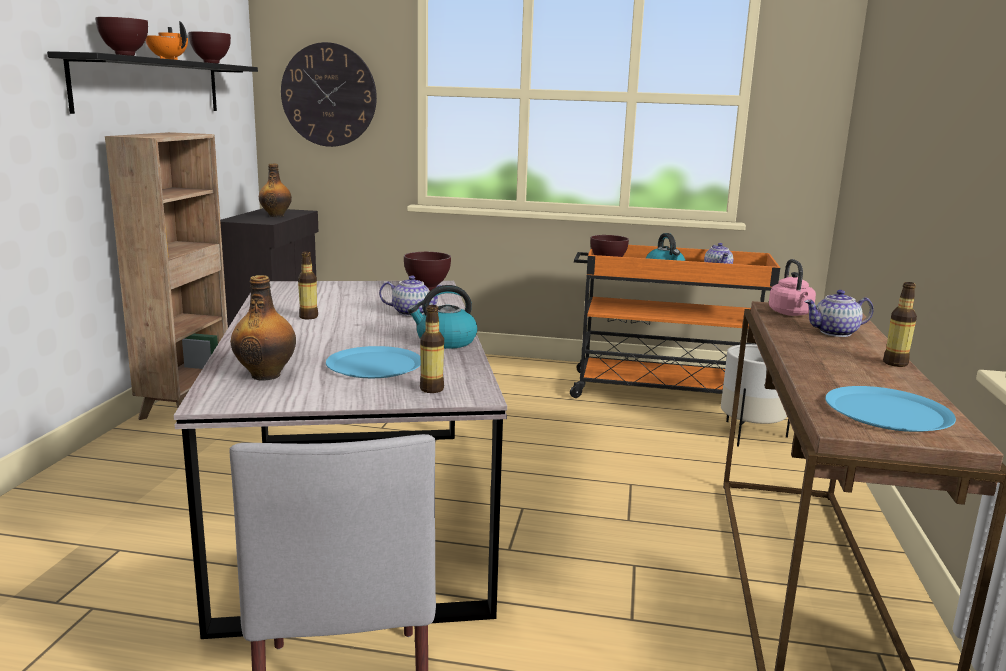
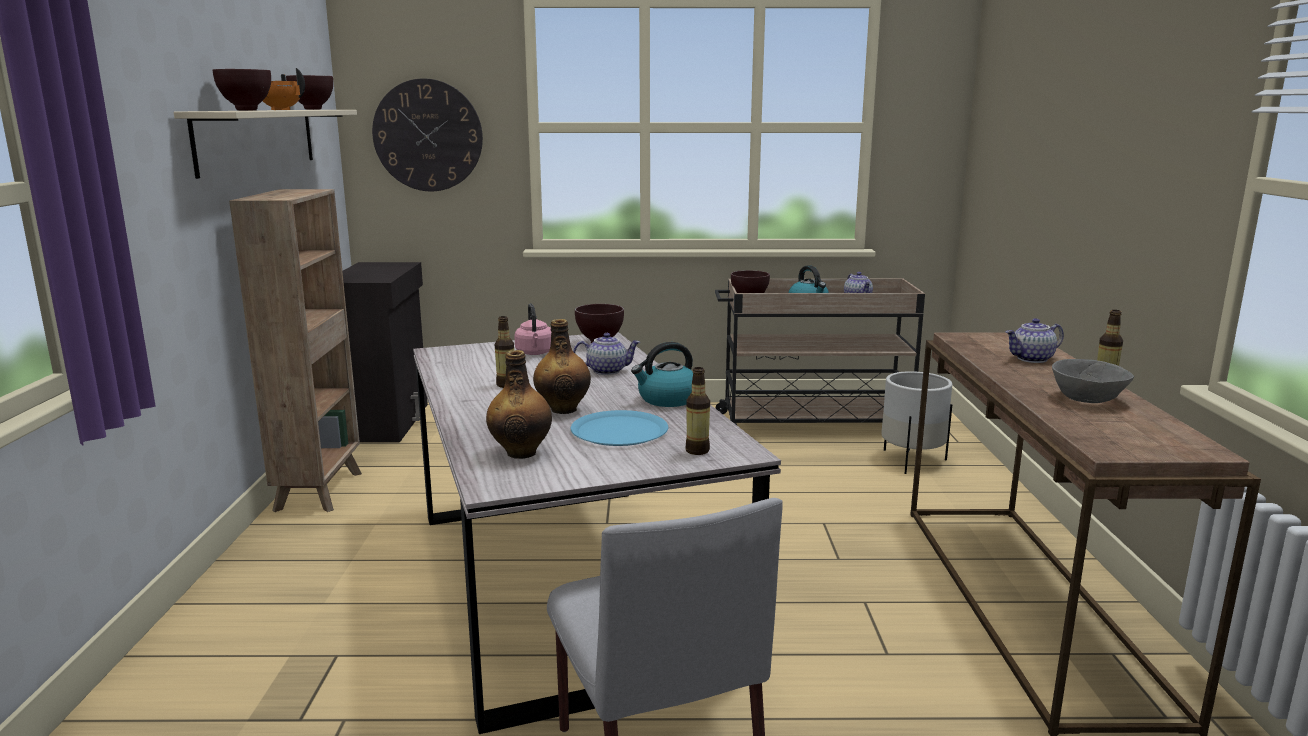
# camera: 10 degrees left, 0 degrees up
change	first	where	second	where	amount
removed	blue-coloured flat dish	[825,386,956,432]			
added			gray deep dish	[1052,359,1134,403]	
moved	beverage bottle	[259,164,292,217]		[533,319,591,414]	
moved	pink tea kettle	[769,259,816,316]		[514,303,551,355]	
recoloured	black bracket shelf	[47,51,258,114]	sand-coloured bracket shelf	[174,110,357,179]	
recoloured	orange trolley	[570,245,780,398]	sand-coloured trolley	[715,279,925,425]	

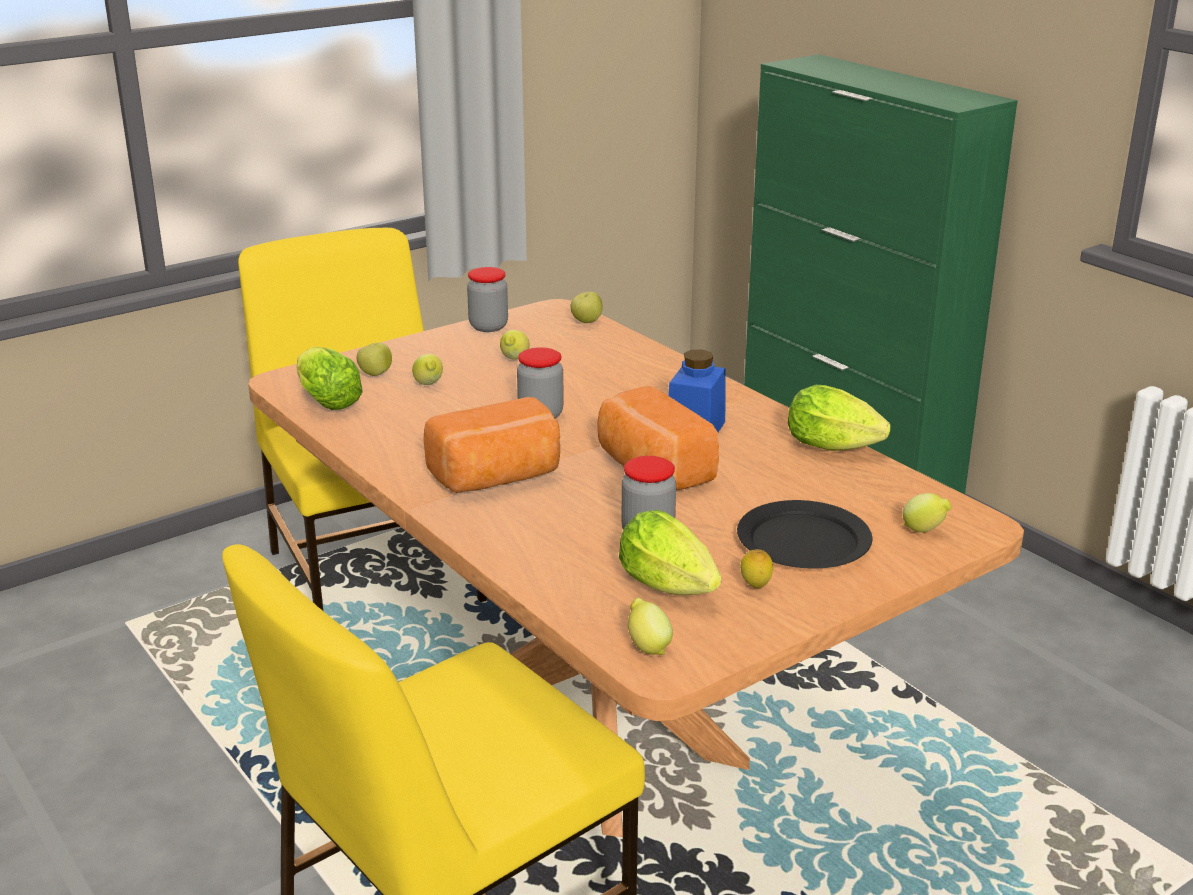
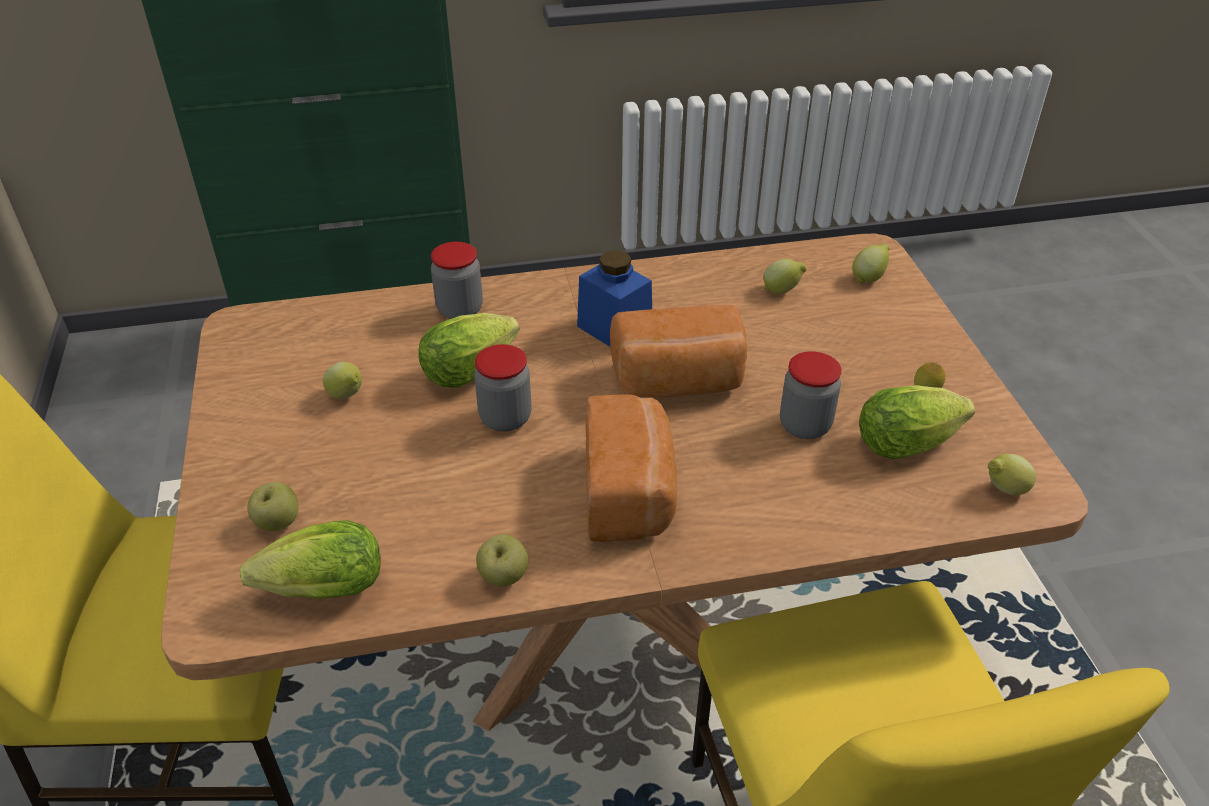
# camera: 65 degrees left, 15 degrees up
change	first	where	second	where	amount
removed	black flat dish	[737,500,872,568]			
moved	whole lemon	[412,354,443,385]		[763,259,807,294]	
moved	jar	[467,267,508,332]		[431,242,483,319]	
moved	whole apple	[571,292,603,323]		[476,534,528,586]	
moved	lettuce head	[788,385,890,451]		[418,313,520,388]	

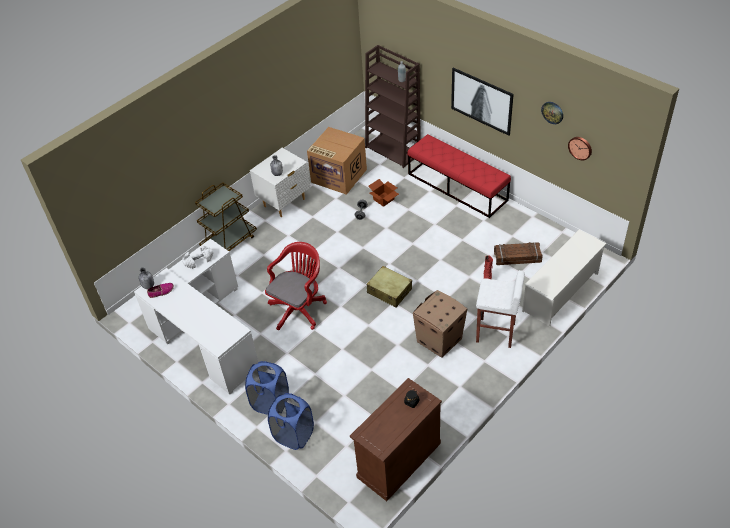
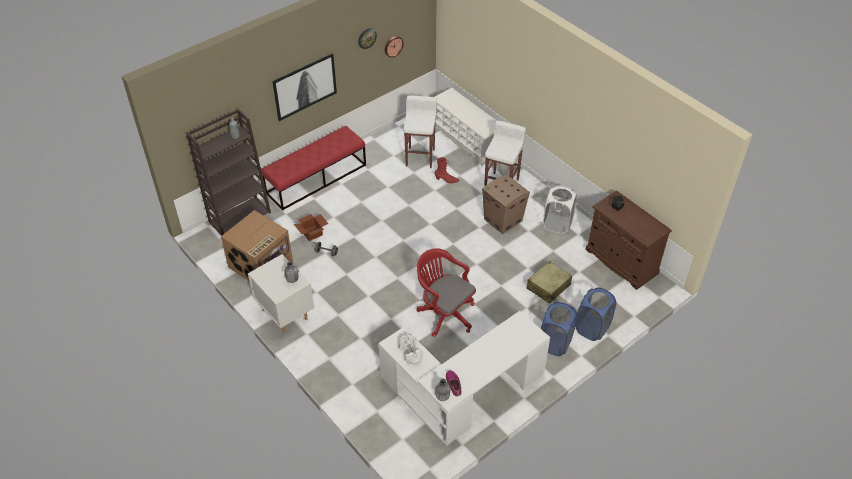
# camera: 85 degrees left, 0 degrees up
change	first	where	second	where	amount
removed	brown trolley	[195,183,257,251]			
added			white-coloured washing basket	[543,185,577,234]	
moved	sand-coloured piece of luggage	[367,266,412,308]		[527,261,572,304]	
replaced	shipping crate	[494,242,543,265]	white-coloured stool seat	[403,96,437,168]	

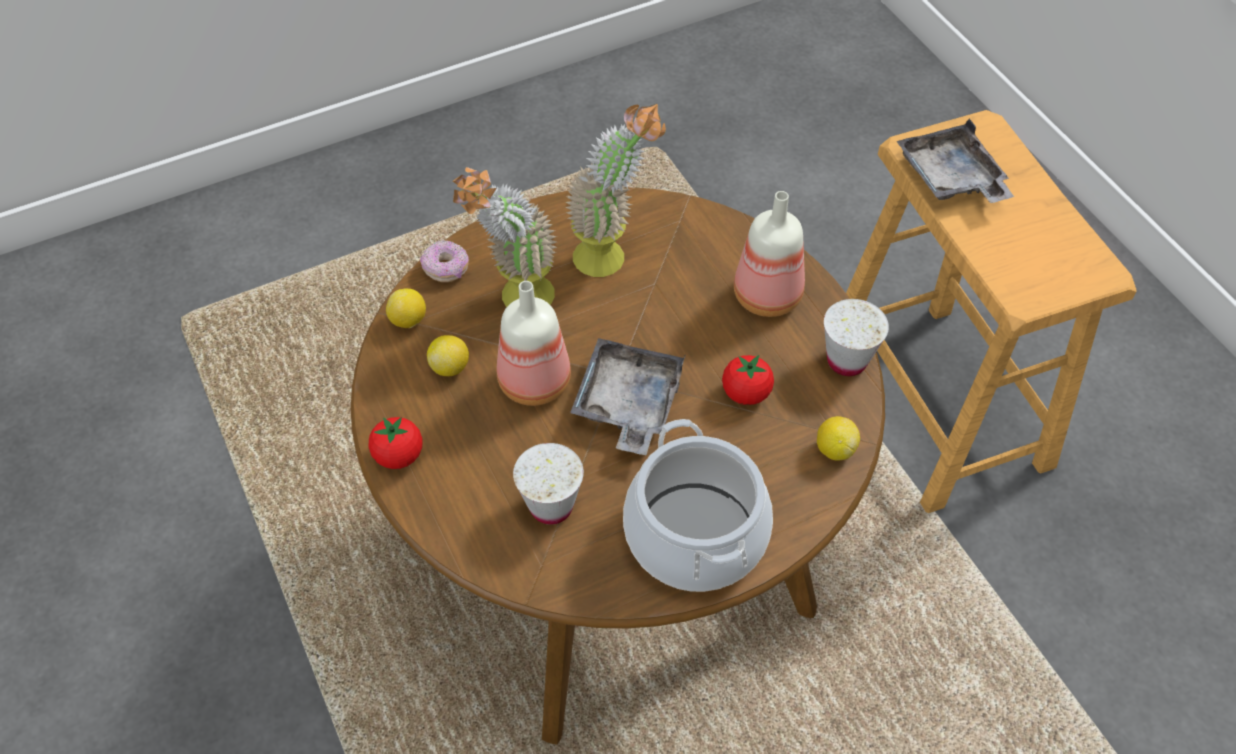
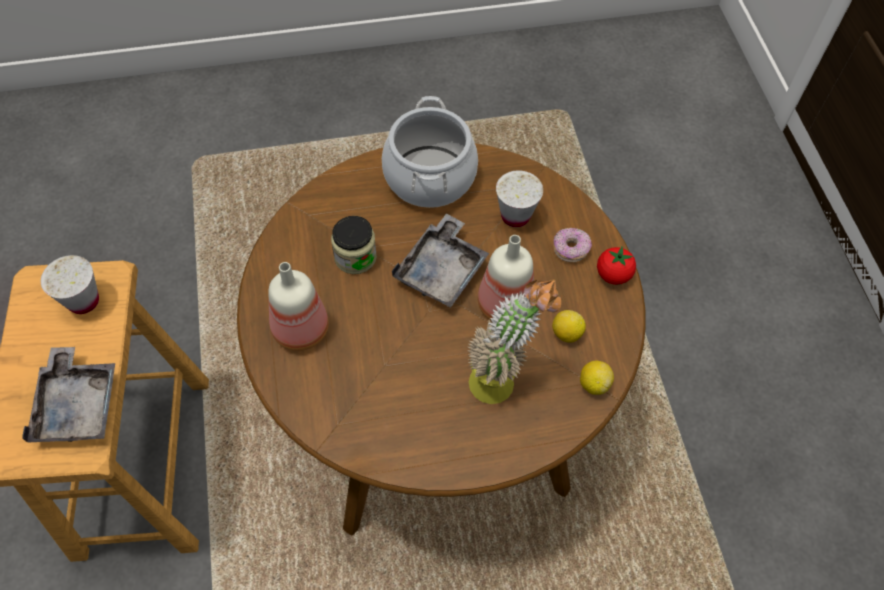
# camera: 165 degrees left, 5 degrees up
change	first	where	second	where	amount
removed	potted plant	[565,104,666,277]			
removed	whole lemon	[817,416,860,461]			
moved	doughnut	[420,240,469,282]		[553,228,592,262]	
moved	white-coloured cup	[824,299,889,376]		[41,255,99,314]	
replaced	tomato	[722,355,774,405]	jar	[331,216,377,274]	

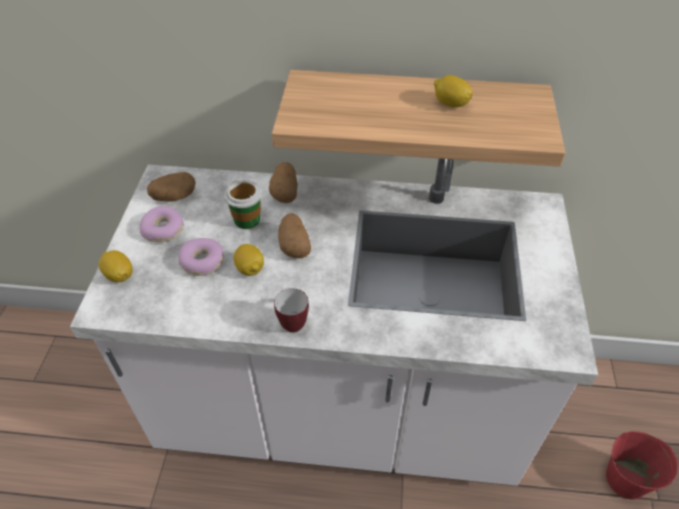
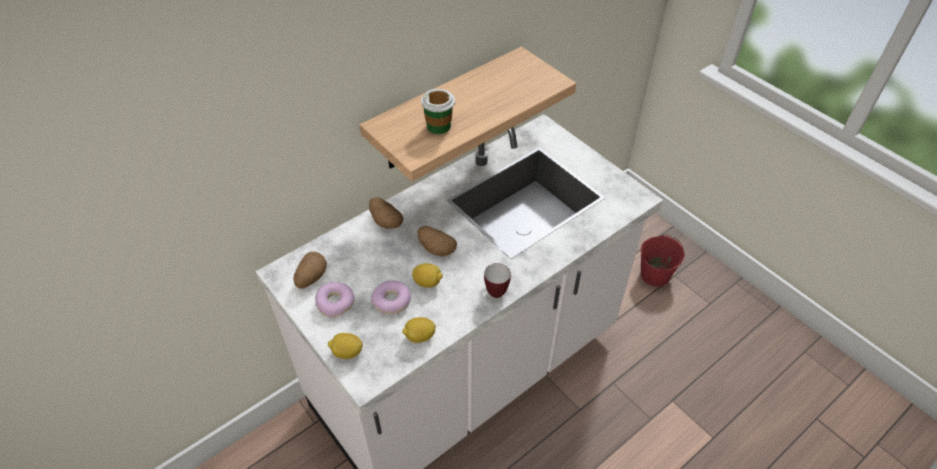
# camera: 45 degrees left, 0 degrees up
change	first	where	second	where	amount
moved	cup	[224,180,262,229]		[421,89,455,134]	
moved	whole lemon	[434,75,473,108]		[402,317,436,343]	

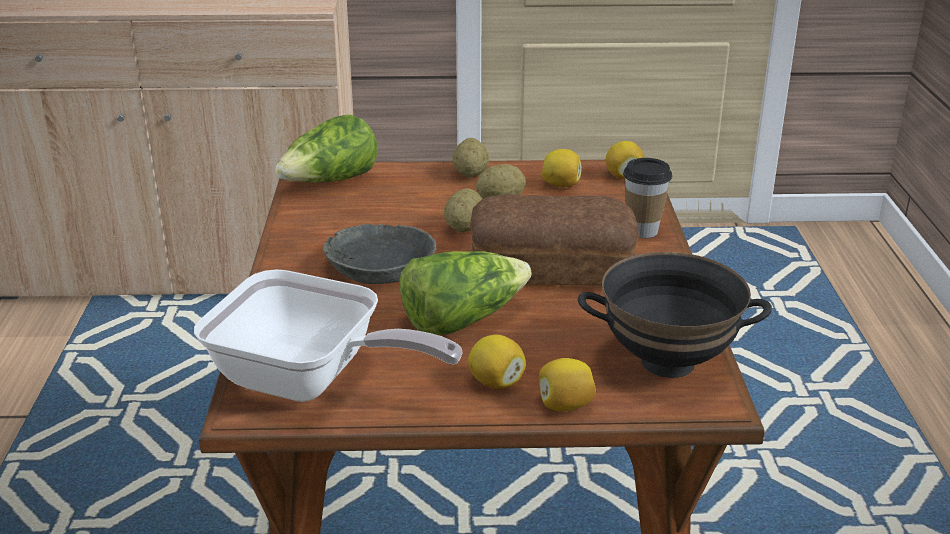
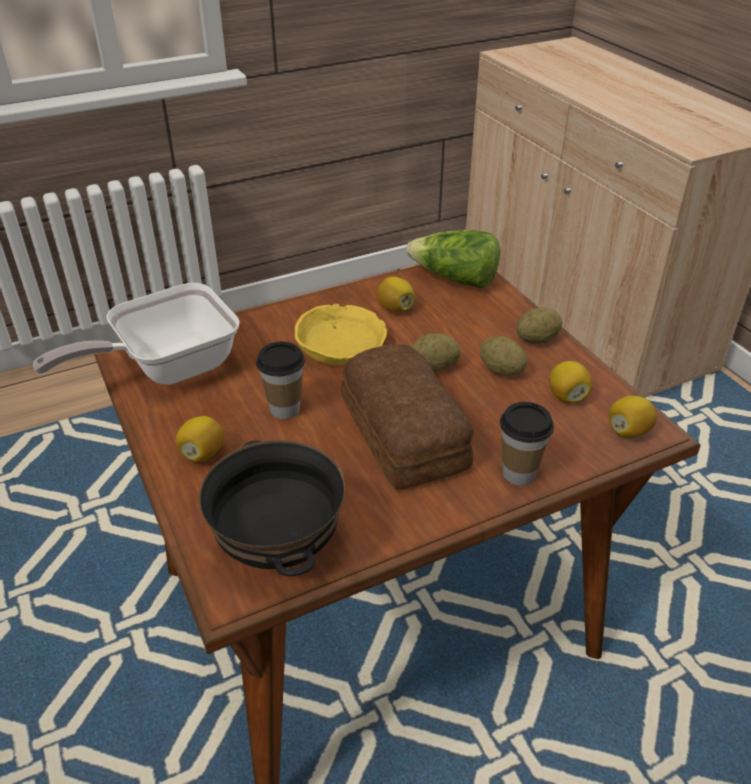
# camera: 65 degrees right, 10 degrees up
change	first	where	second	where	amount
moved	whole lemon	[539,358,596,411]		[376,277,415,312]	
replaced	lettuce head	[400,251,532,335]	cup	[256,342,305,419]	
recoloured	gray deep dish	[323,224,437,284]	yellow-coloured deep dish	[295,304,387,365]	
turned	frying pan	[194,269,462,402]		[33,283,240,385]	60 degrees clockwise

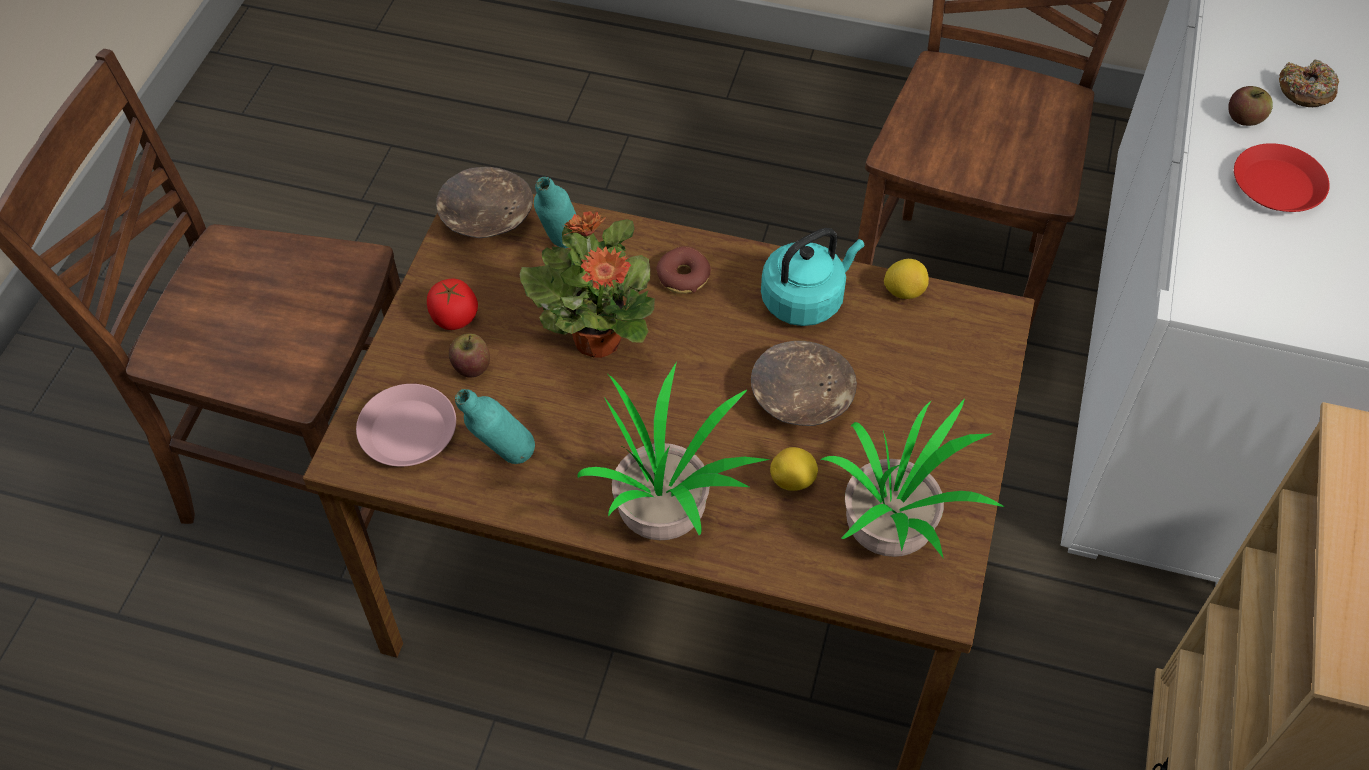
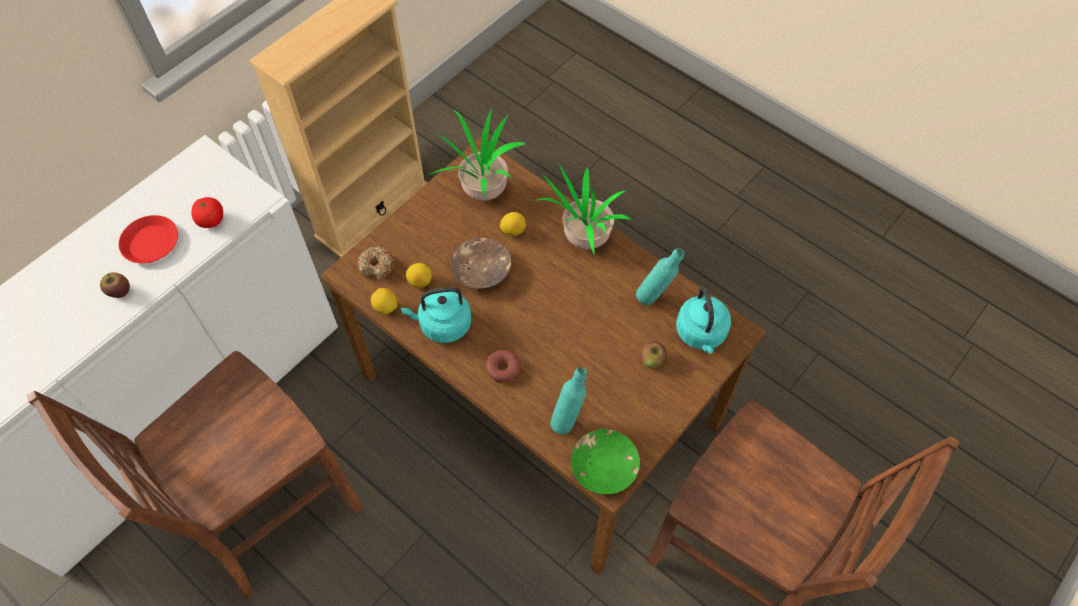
# camera: 155 degrees left, 5 degrees up
change	first	where	second	where	amount
removed	potted plant	[519,211,655,358]			
added			whole lemon	[406,263,432,288]	
moved	tomato	[427,278,478,330]		[191,197,223,228]	
moved	doughnut	[1279,60,1339,107]		[358,246,394,280]	
replaced	pink flat dish	[356,384,456,467]	blue-green tea kettle	[676,286,731,354]	
recoloured	brown deep dish	[436,167,533,238]	green-coloured deep dish	[571,429,640,494]	

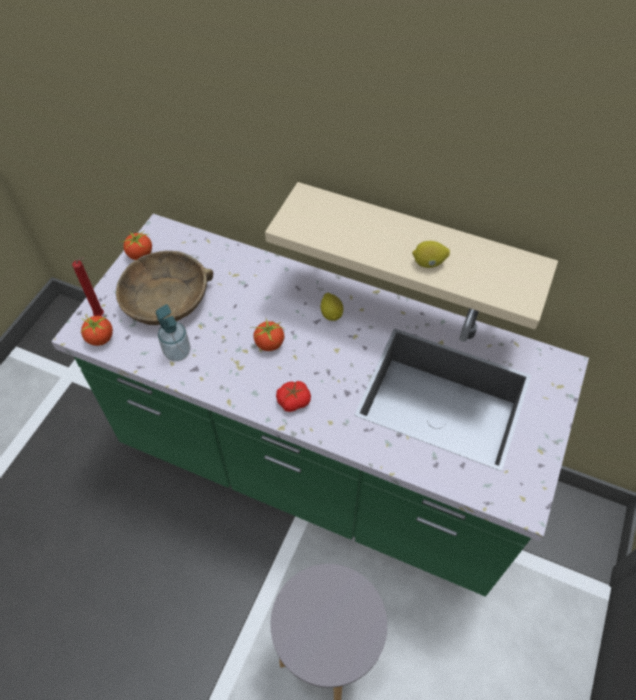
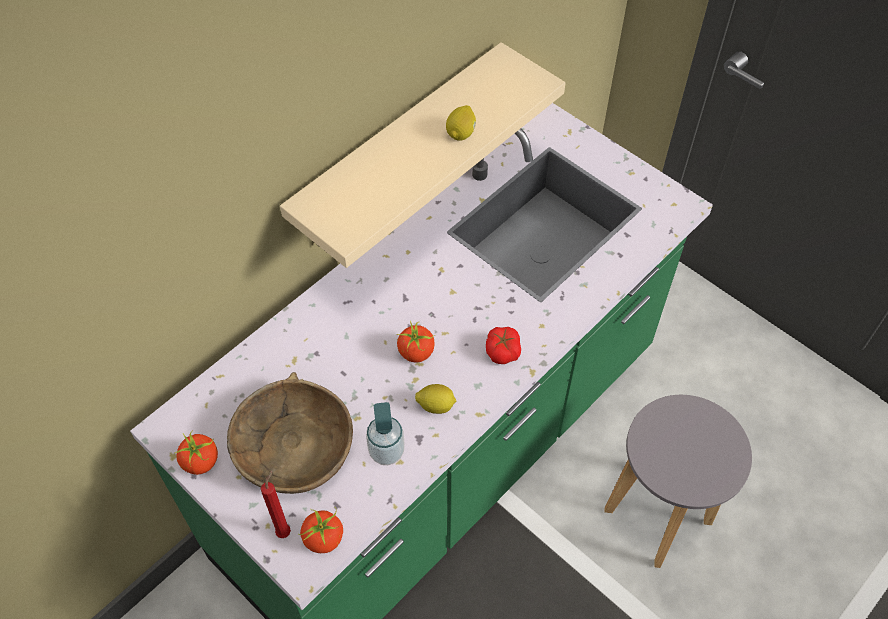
# camera: 70 degrees left, 0 degrees up
change	first	where	second	where	amount
moved	whole lemon	[321,293,343,321]		[415,384,456,414]	

